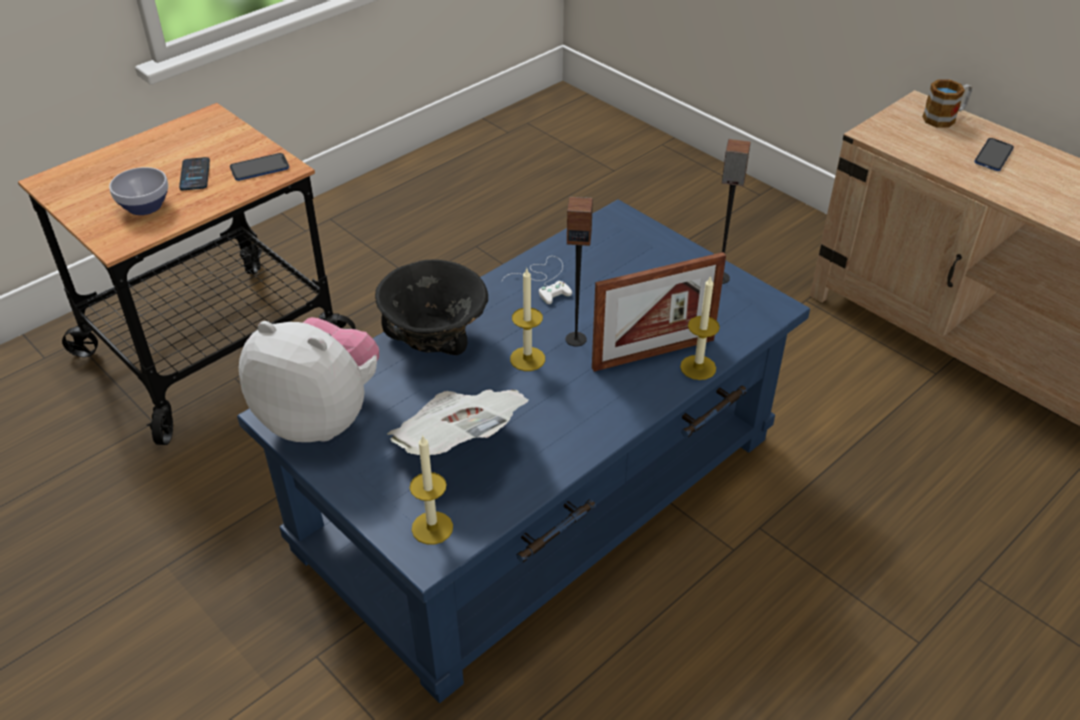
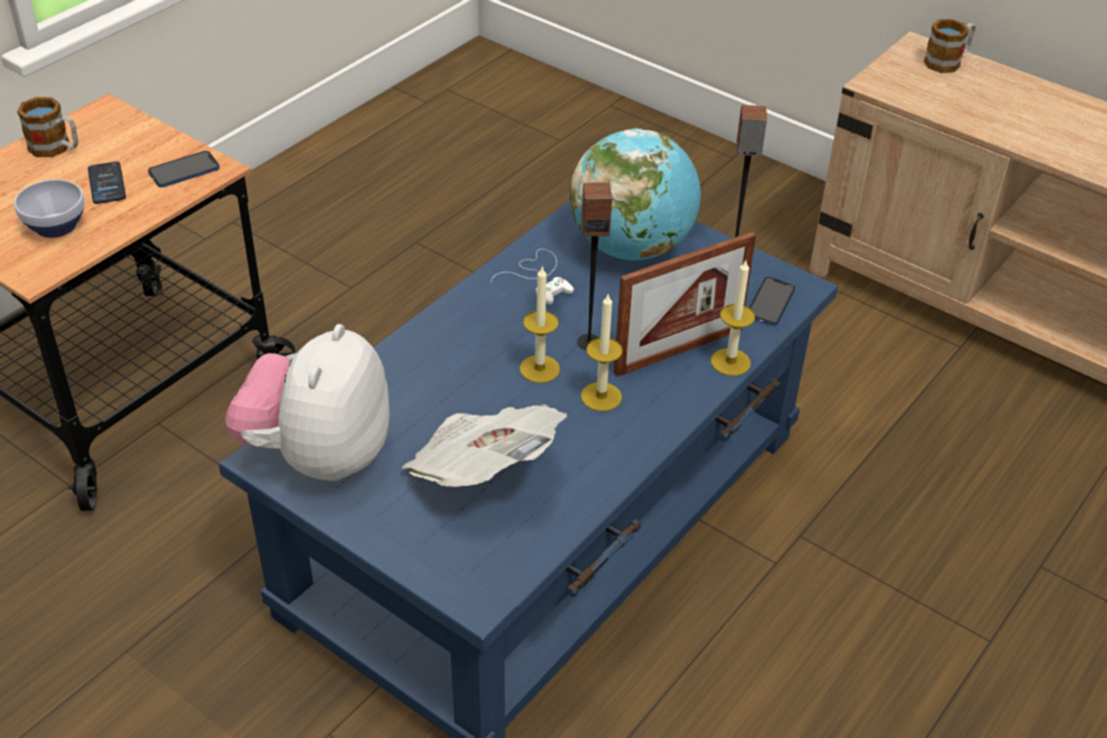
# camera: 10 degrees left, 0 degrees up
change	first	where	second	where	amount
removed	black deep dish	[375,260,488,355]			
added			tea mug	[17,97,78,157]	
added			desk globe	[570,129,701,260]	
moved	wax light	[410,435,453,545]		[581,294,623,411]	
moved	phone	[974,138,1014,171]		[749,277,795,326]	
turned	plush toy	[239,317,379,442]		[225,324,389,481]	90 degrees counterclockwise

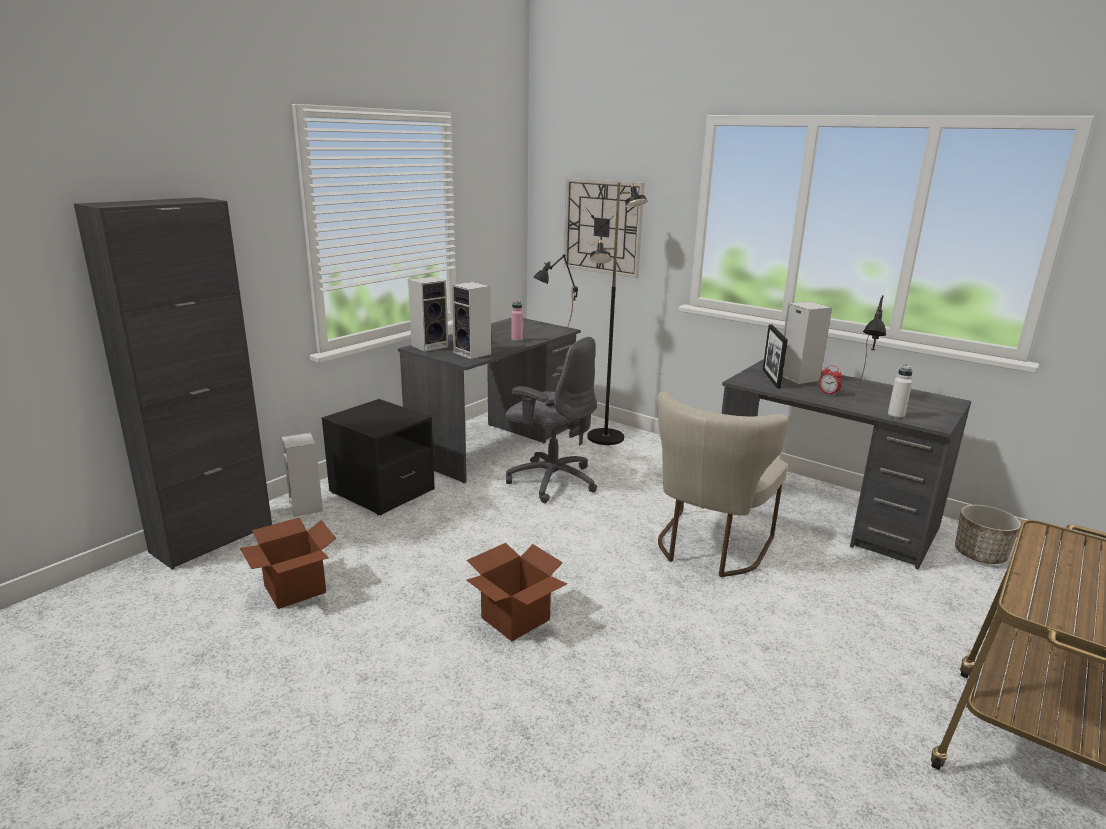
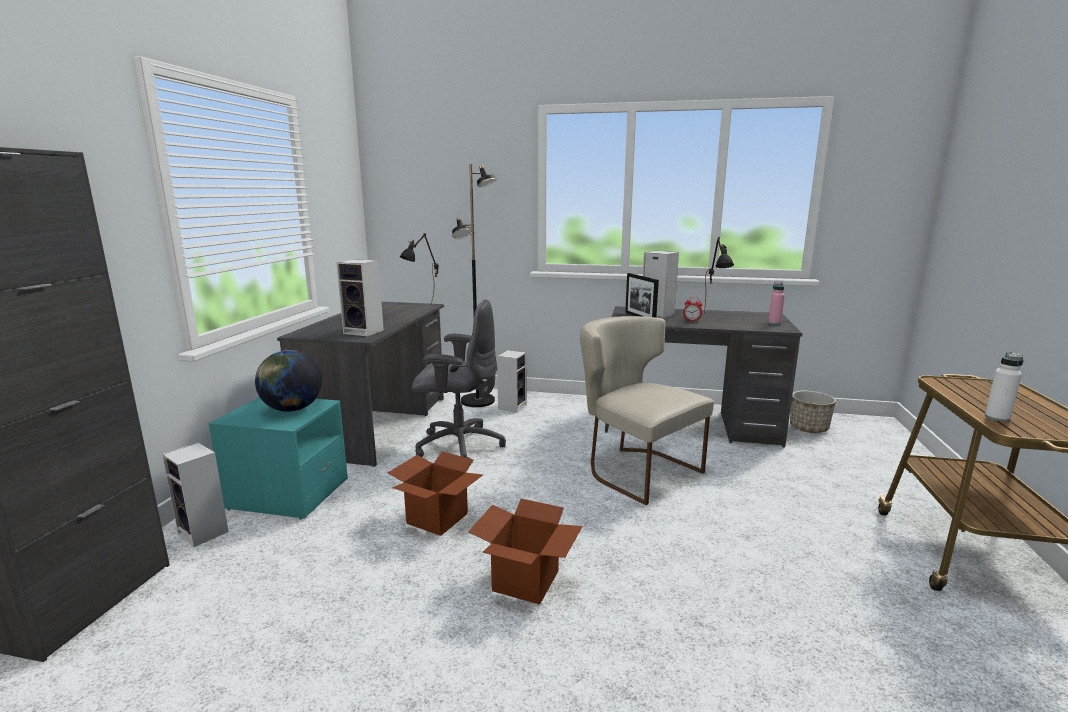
# camera: 25 degrees left, 5 degrees down
change	first	where	second	where	amount
removed	clock on the wall	[563,178,644,278]			
added			desk globe	[255,350,322,412]	
moved	cardboard box	[240,517,336,609]		[387,451,483,536]	
moved	speaker	[408,277,448,352]		[497,350,527,413]	
moved	pink beverage bottle	[511,300,523,342]		[768,282,785,325]	
moved	white-coloured beverage bottle	[888,365,912,419]		[985,352,1024,422]	
recoloured	black nightstand	[322,399,435,515]	blue-green nightstand	[208,397,348,520]	
turned	sand-coloured upright chair	[657,392,789,577]		[580,316,714,505]	135 degrees clockwise

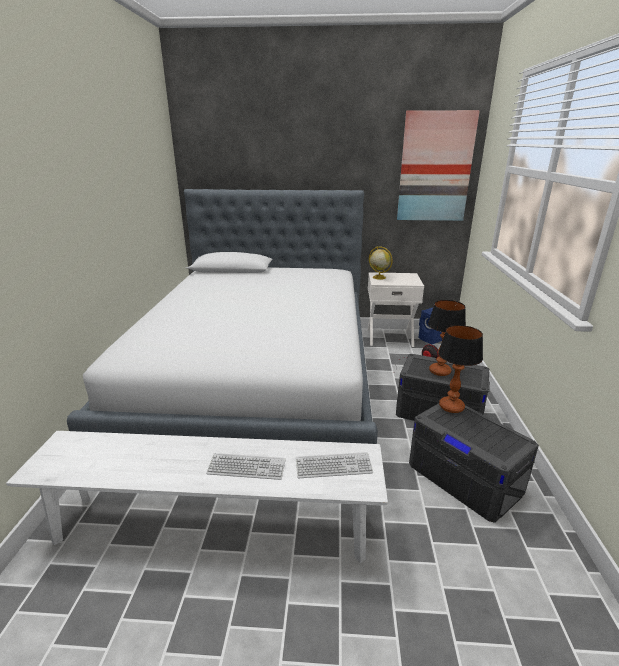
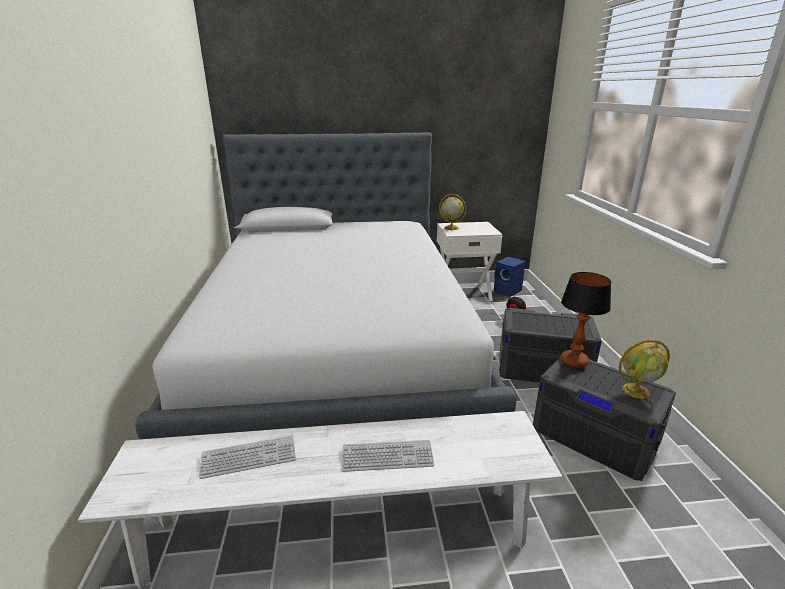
# camera: 10 degrees left, 0 degrees up
change	first	where	second	where	amount
removed	picture	[397,110,480,221]			
removed	tabletop lamp	[428,300,466,376]			
added			desk globe	[619,340,670,399]	
moved	computer keyboard	[296,452,373,478]		[199,435,296,479]	

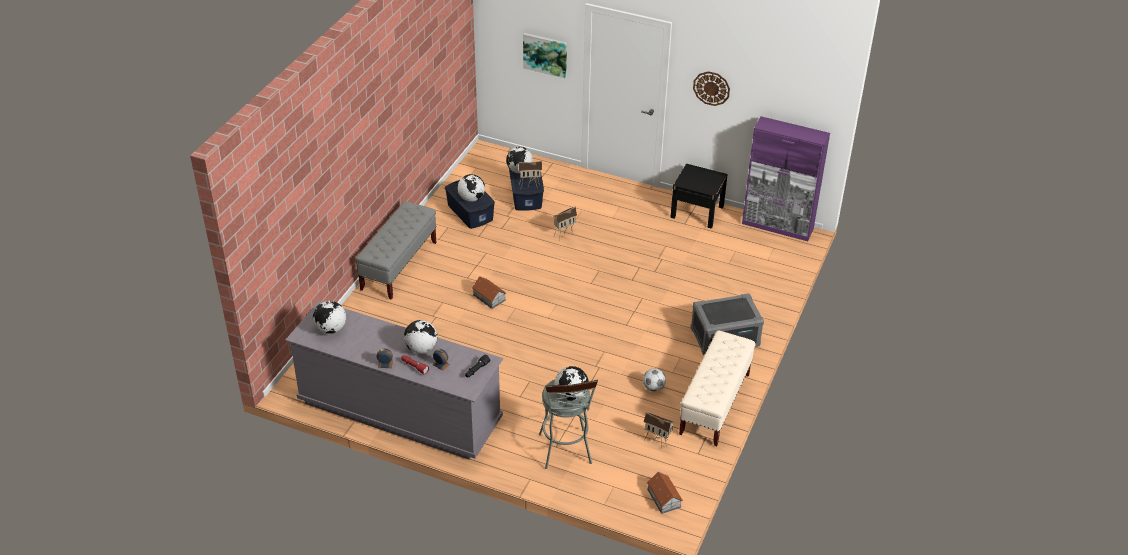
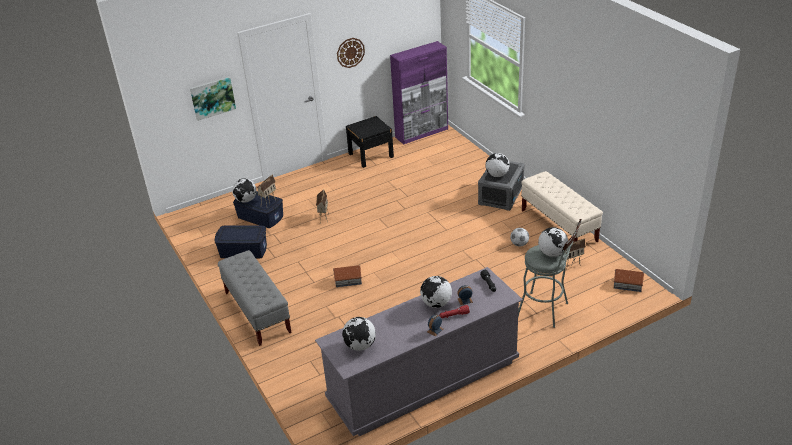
# camera: 50 degrees left, 5 degrees down
change	first	where	second	where	amount
moved	desk globe	[458,174,485,202]		[485,153,510,177]	

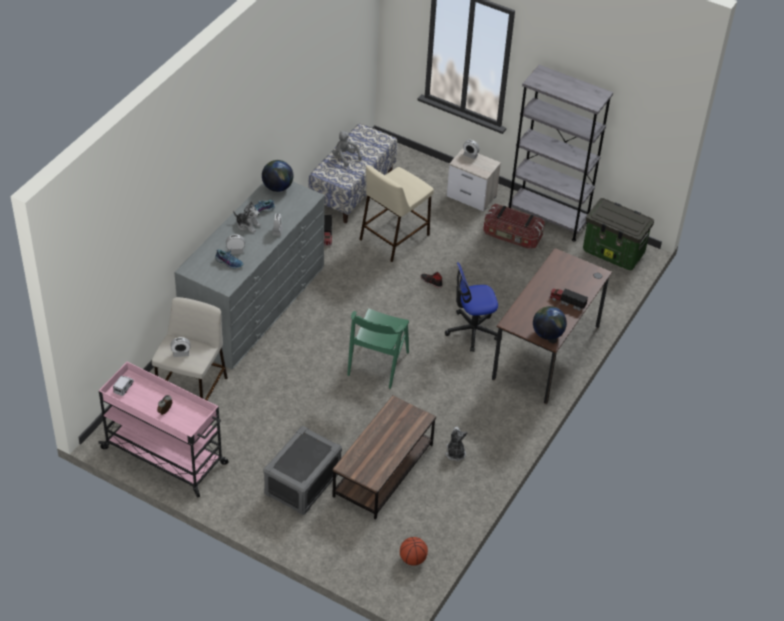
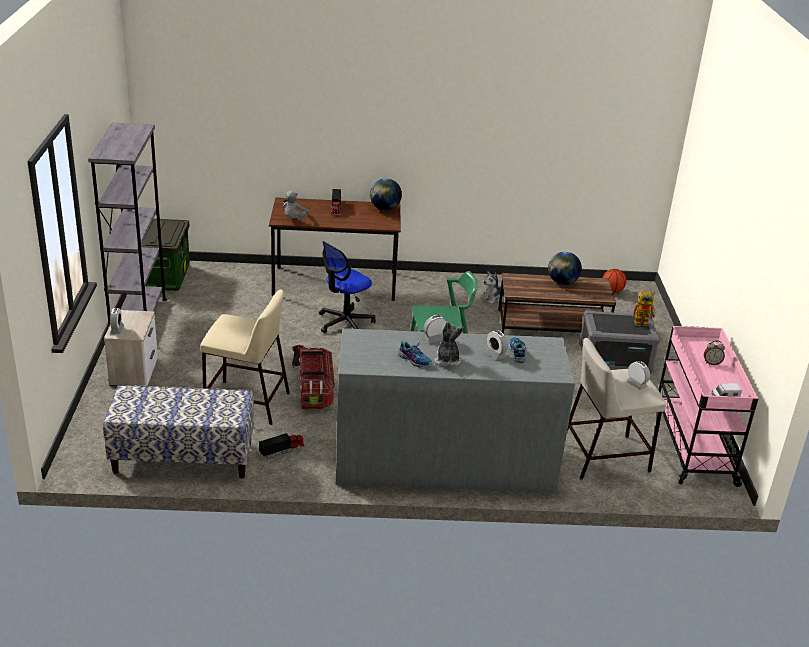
# camera: 120 degrees left, 15 degrees down
change	first	where	second	where	amount
added			robot figure	[632,291,655,326]	
moved	desk globe	[262,160,293,192]		[548,252,582,285]	
moved	gray plush toy	[332,131,362,167]		[283,191,310,218]	
moved	storage bin	[483,204,545,249]		[299,347,335,409]	
turned	computer chair	[445,262,498,352]		[319,241,376,333]	90 degrees clockwise

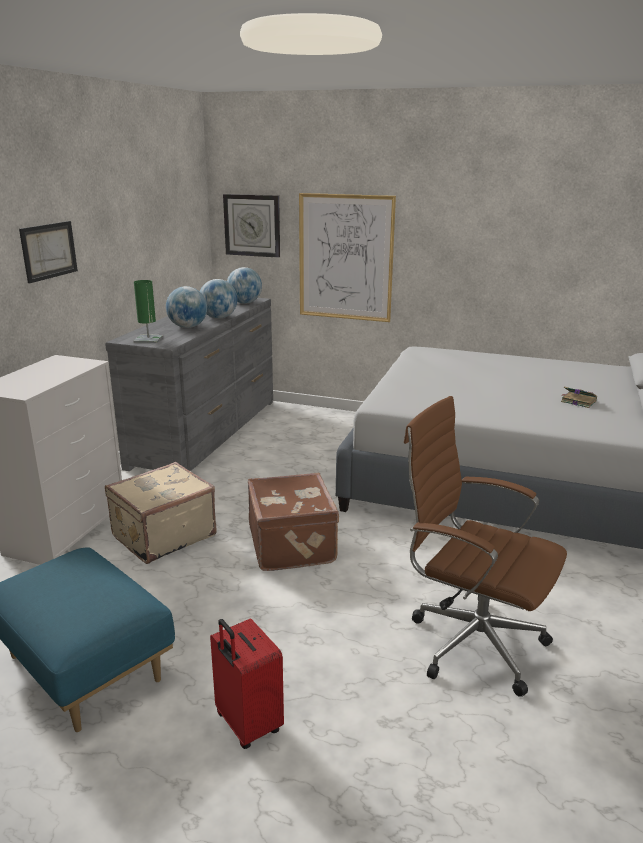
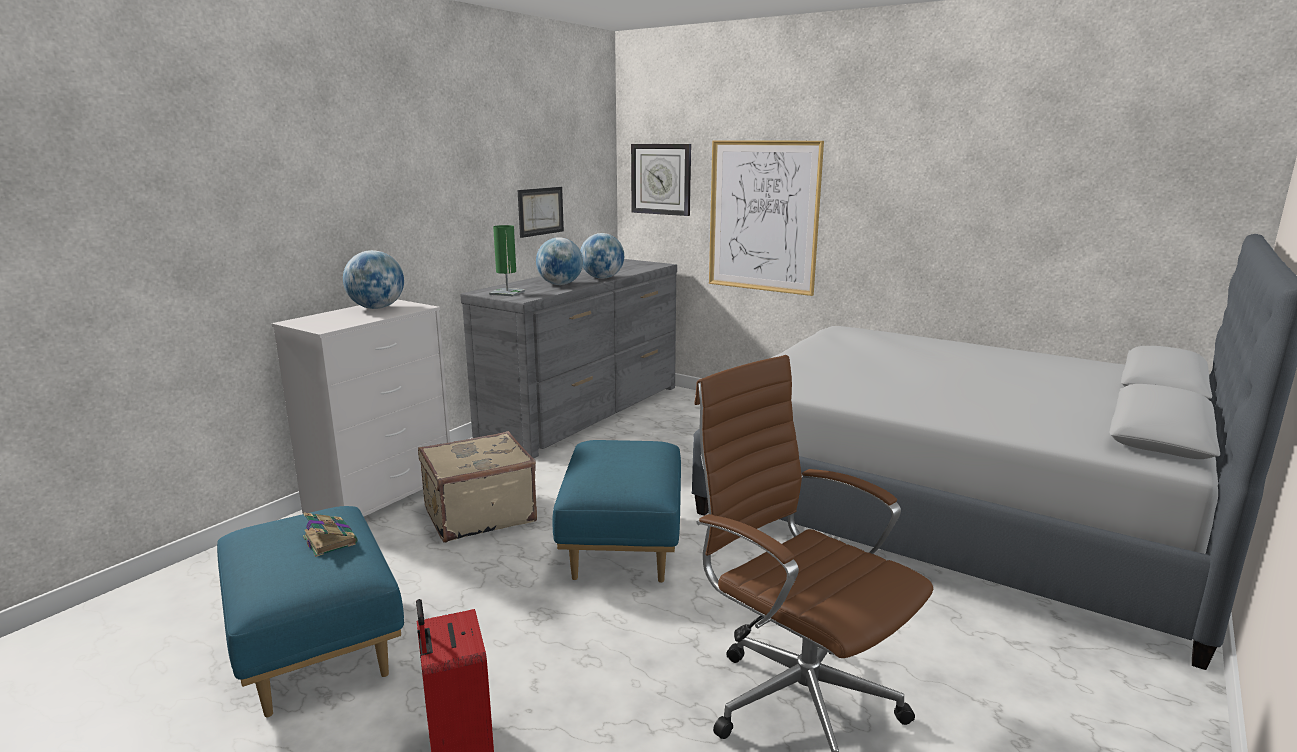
# camera: 15 degrees right, 5 degrees down
change	first	where	second	where	amount
moved	picture	[19,221,78,283]		[518,187,564,238]	
moved	desk globe	[227,267,262,304]		[343,250,404,309]	
moved	bound book	[561,387,597,408]		[303,512,357,557]	
replaced	brown piece of luggage	[248,473,339,571]	blue-coloured footrest	[552,440,681,583]	

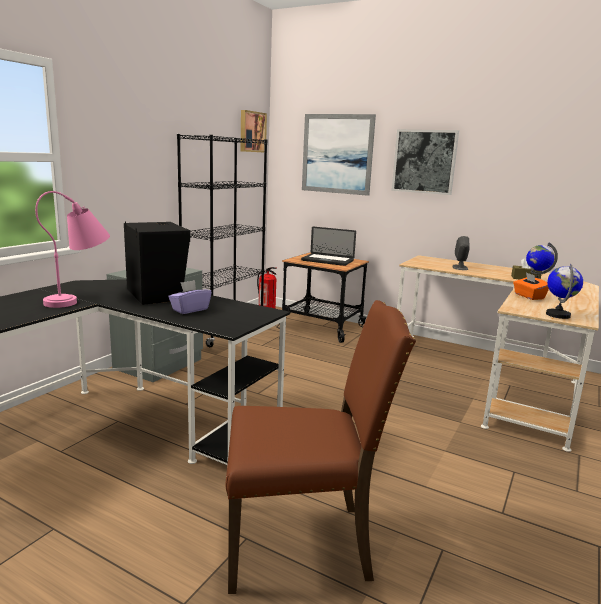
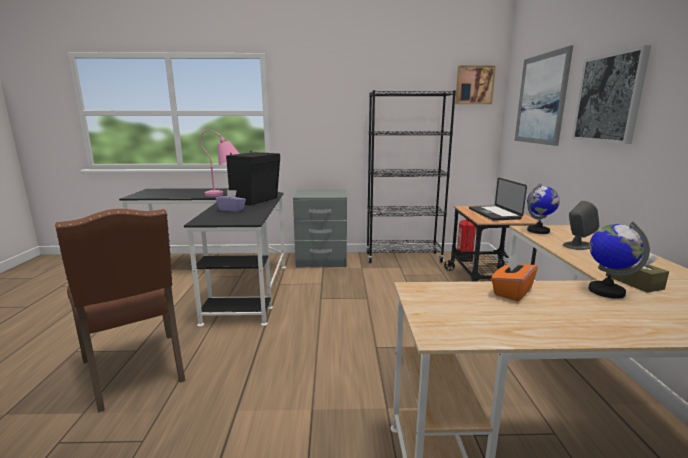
# camera: 60 degrees right, 0 degrees up
change	first	where	second	where	amount
moved	desk globe	[546,264,583,319]		[527,183,560,234]	

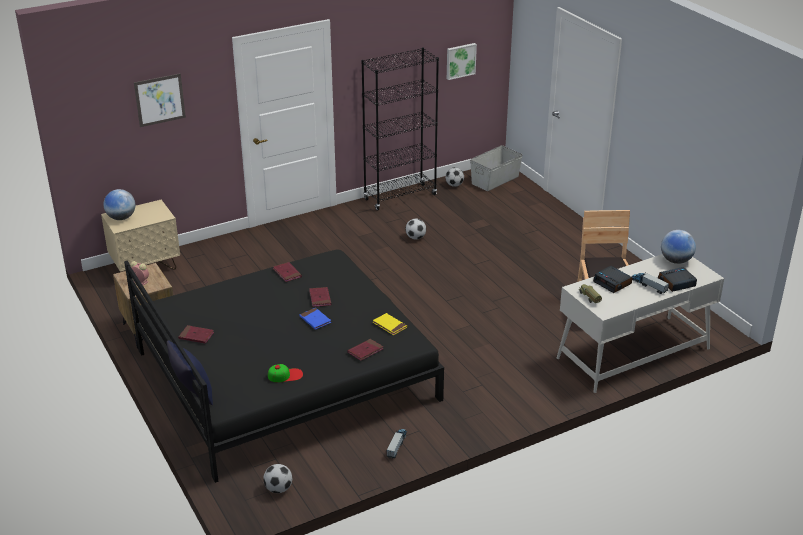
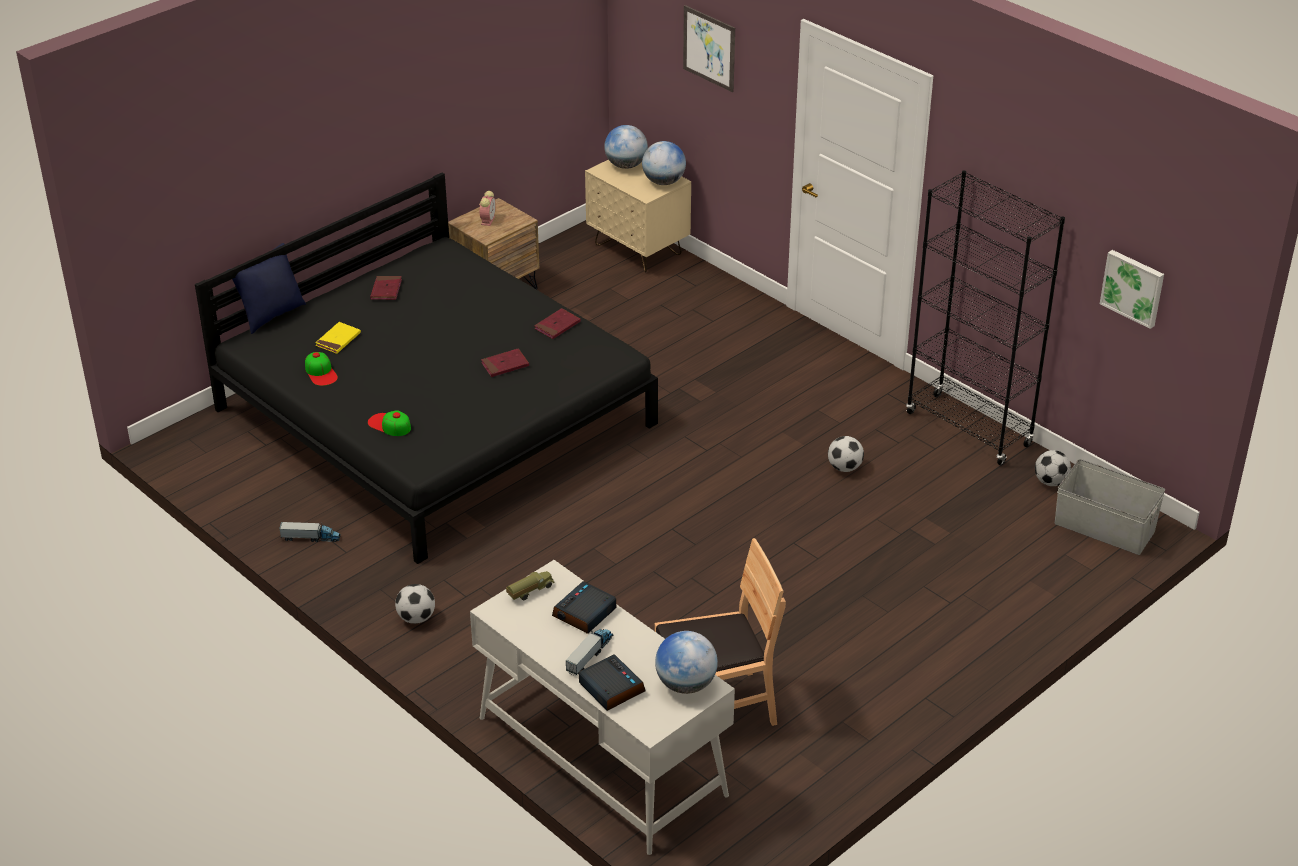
# camera: 75 degrees right, 5 degrees up
change	first	where	second	where	amount
removed	blue-coloured bound book	[300,308,331,329]			
added			desk globe	[642,141,686,185]	
moved	football ball	[263,464,292,493]		[395,584,435,624]	
moved	yellow-coloured bound book	[373,313,407,335]		[315,322,361,354]	
replaced	red bound book	[348,339,383,361]	peaked cap	[368,410,411,436]	

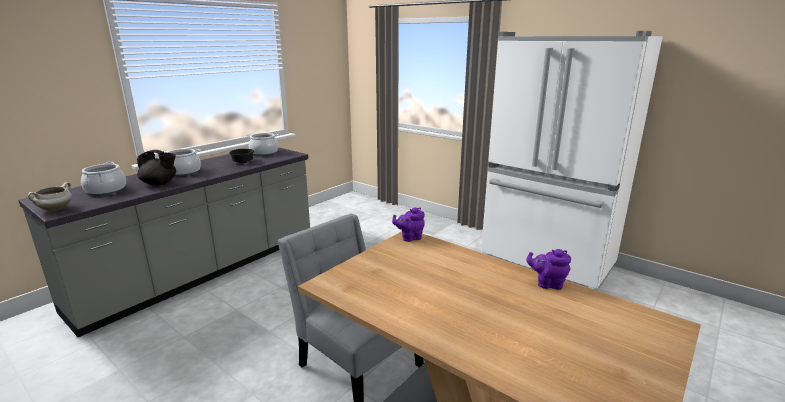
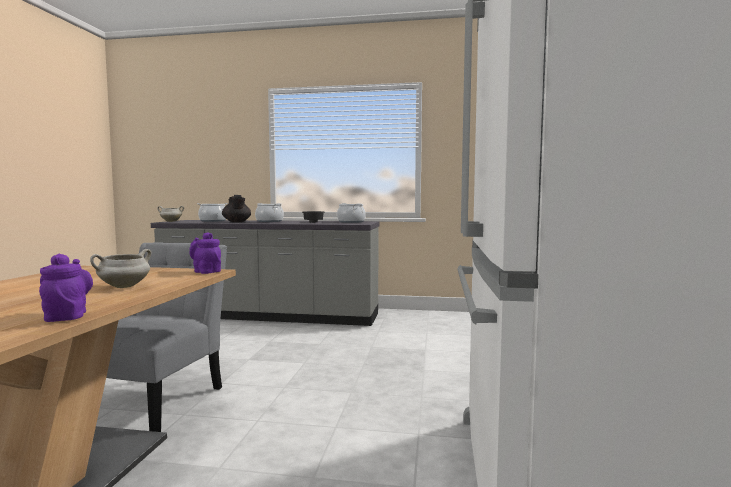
# camera: 60 degrees right, 15 degrees down
change	first	where	second	where	amount
added			white-coloured saucepot	[90,249,152,288]	

